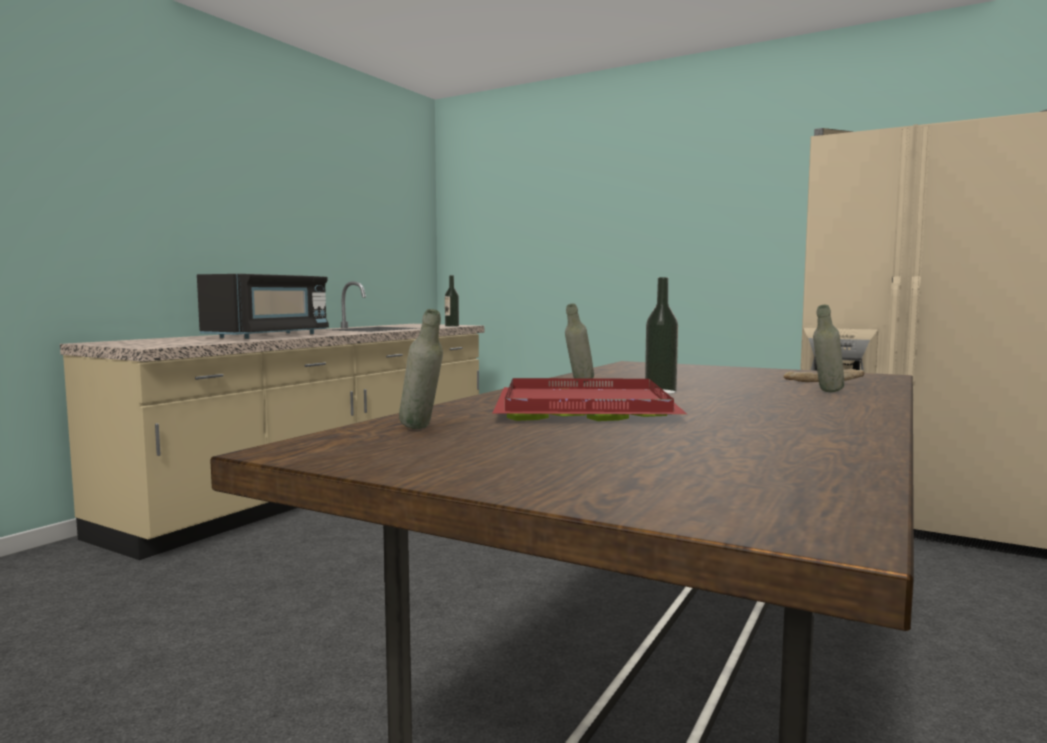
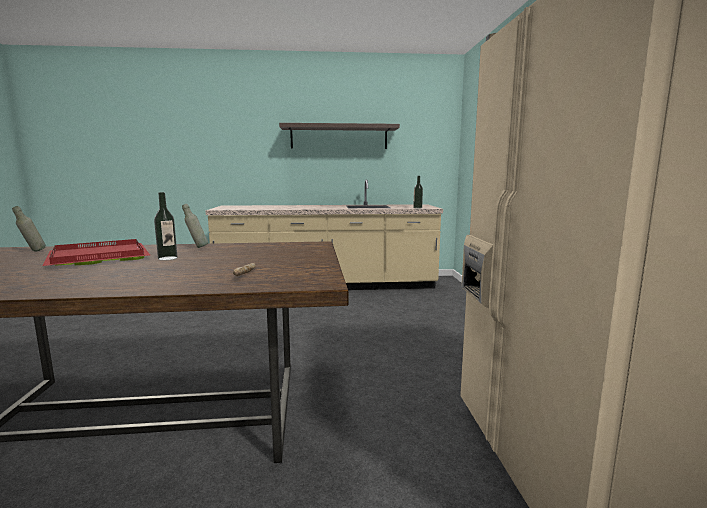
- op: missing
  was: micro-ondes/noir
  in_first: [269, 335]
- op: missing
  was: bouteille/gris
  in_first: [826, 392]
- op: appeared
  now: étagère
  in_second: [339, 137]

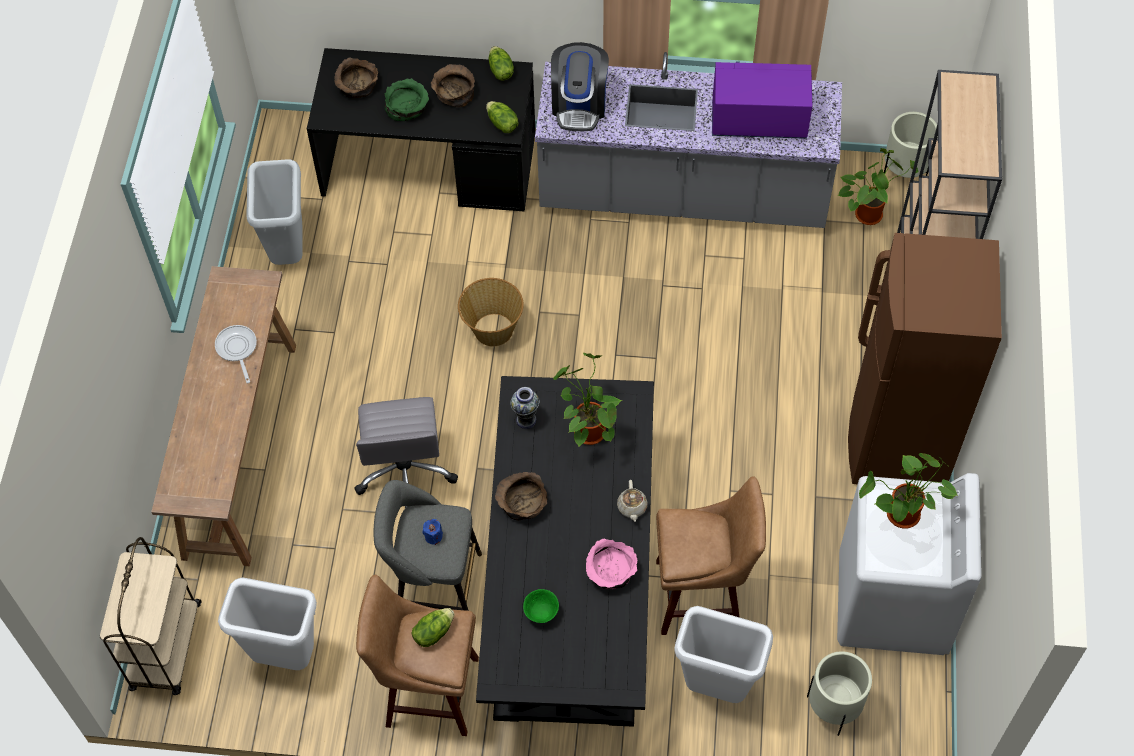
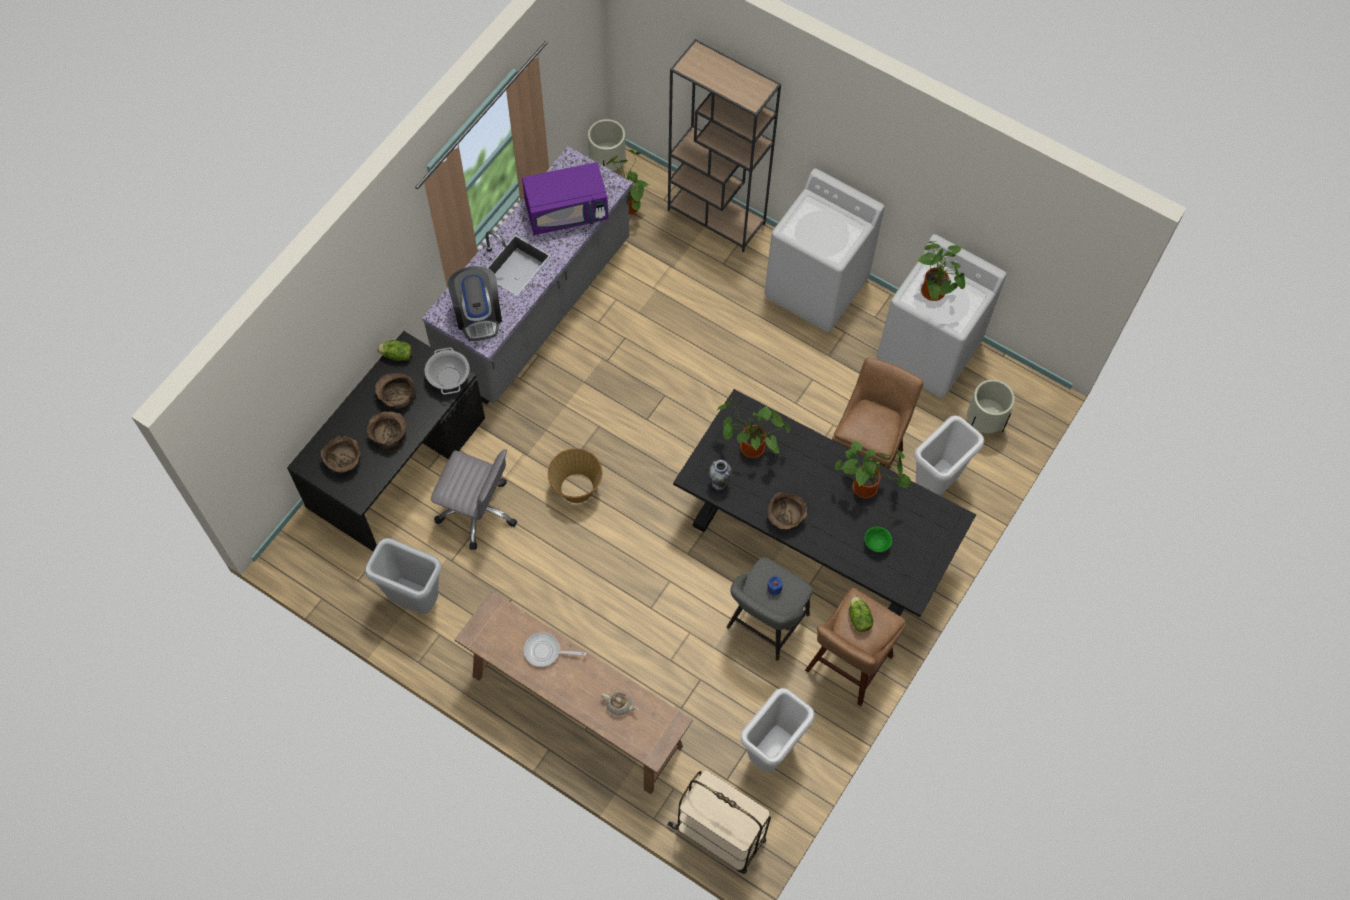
- op: spun
  was: machine à café
  in_first: [579, 105]
  in_second: [478, 315]
  clockwise: 45
- op: spun
  was: micro-ondes/violet
  in_first: [758, 119]
  in_second: [567, 212]
  clockwise: -135
- op: colour
  was: bol/vert
  now: bol/marron
  in_first: [407, 108]
  in_second: [389, 435]
- op: exchanged
  was: laitue
  now: marmite
  in_first: [502, 124]
  in_second: [449, 378]
- op: exchanged
  was: réfrigérateur/marron
  now: lave-linge/blanc
  in_first: [896, 445]
  in_second: [816, 288]
- op: relocated
  was: chaise de bureau/gris
  in_first: [406, 473]
  in_second: [477, 511]
- op: relocated
  was: théière/beige
  in_first: [632, 507]
  in_second: [619, 705]
- op: exchanged
  was: bol/rose
  now: plante en pot
  in_first: [611, 572]
  in_second: [868, 487]

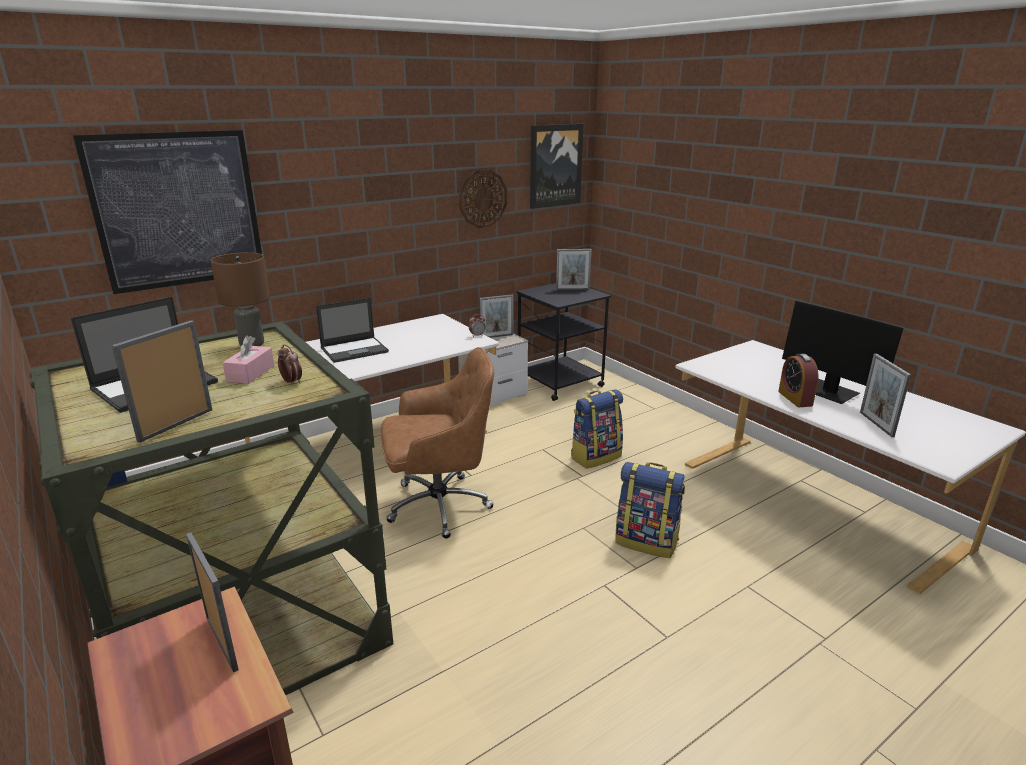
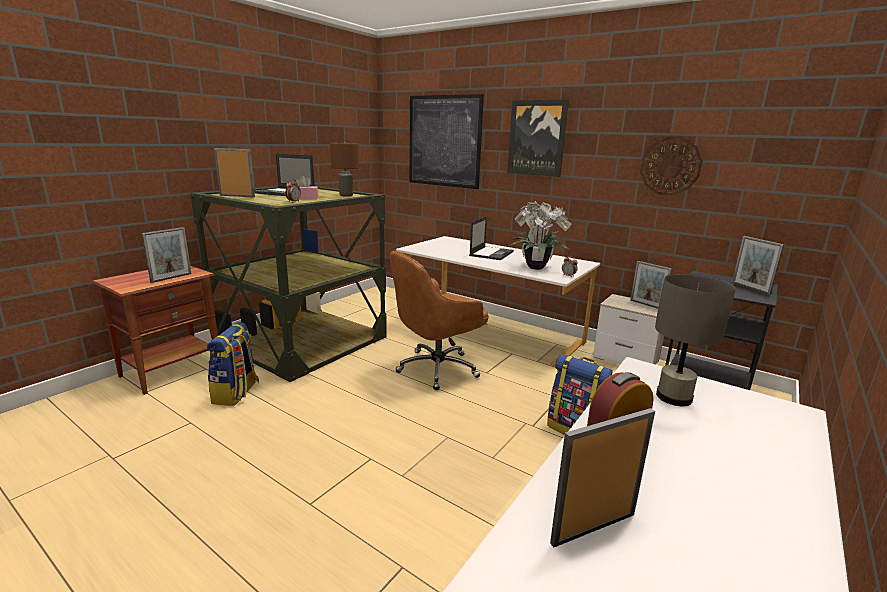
- op: relocated
  was: tableau
  in_first: [555, 165]
  in_second: [537, 138]
- op: spun
  was: ordinateur portable
  in_first: [355, 350]
  in_second: [491, 253]
  clockwise: -105
- op: missing
  was: écran d'ordinateur
  in_first: [829, 392]
- op: spun
  was: chaise de bureau/marron
  in_first: [439, 505]
  in_second: [437, 368]
  clockwise: 90
- op: relocated
  was: sac à dos
  in_first: [647, 541]
  in_second: [236, 393]
- op: appeared
  now: plante en pot
  in_second: [534, 267]
- op: appeared
  now: lampe de table/gris
  in_second: [673, 397]

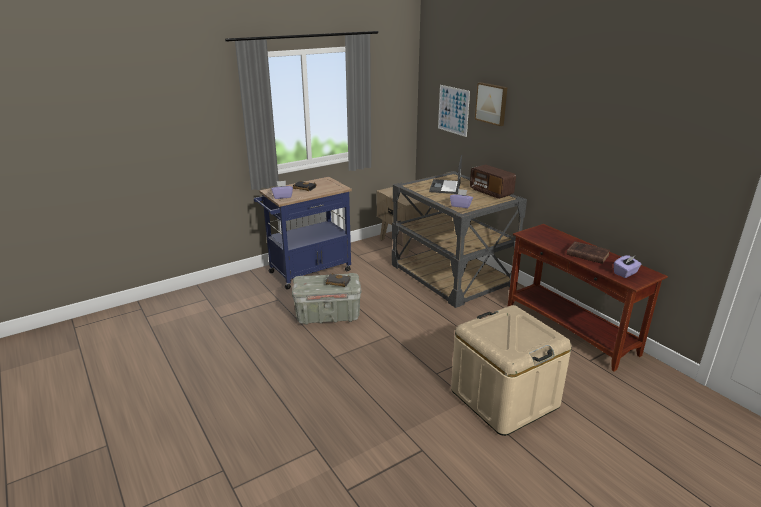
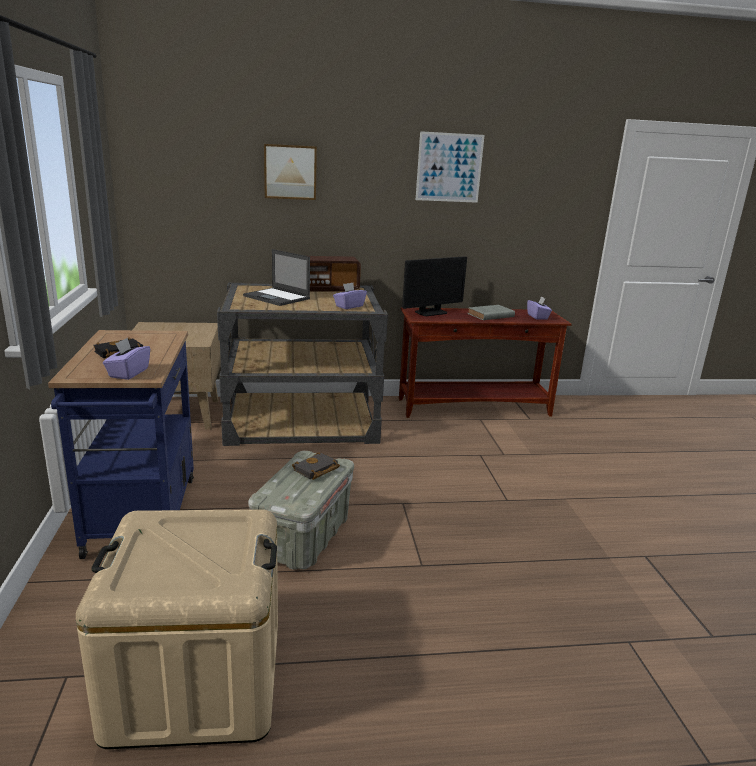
- op: relocated
  was: tableau
  in_first: [453, 110]
  in_second: [449, 167]
- op: colour
  was: livre/marron
  now: livre/gris
  in_first: [586, 254]
  in_second: [489, 315]
- op: relocated
  was: boîte de rangement/beige
  in_first: [504, 398]
  in_second: [196, 679]
- op: appeared
  now: écran d'ordinateur
  in_second: [431, 312]

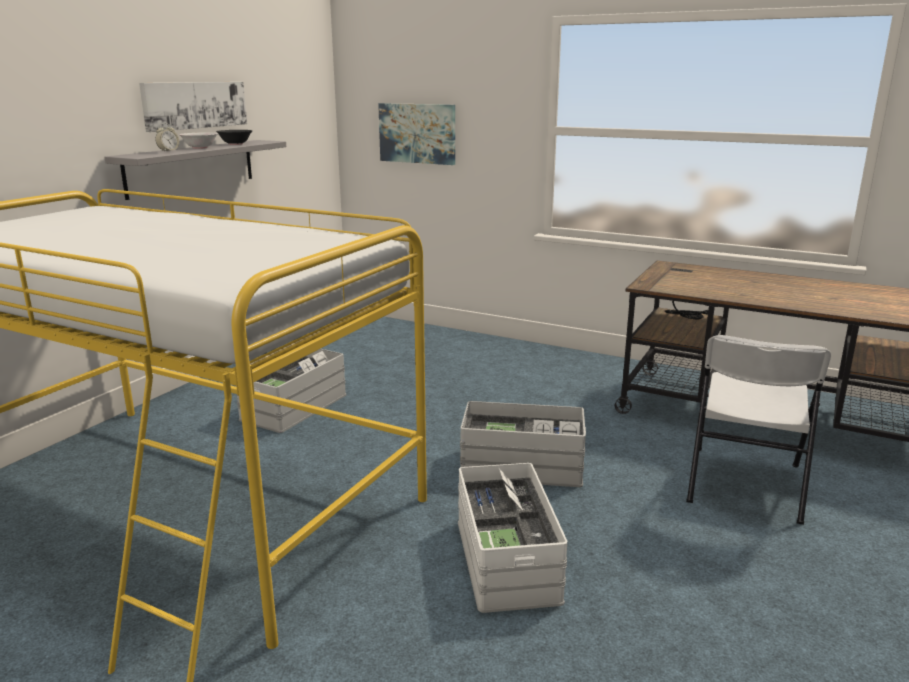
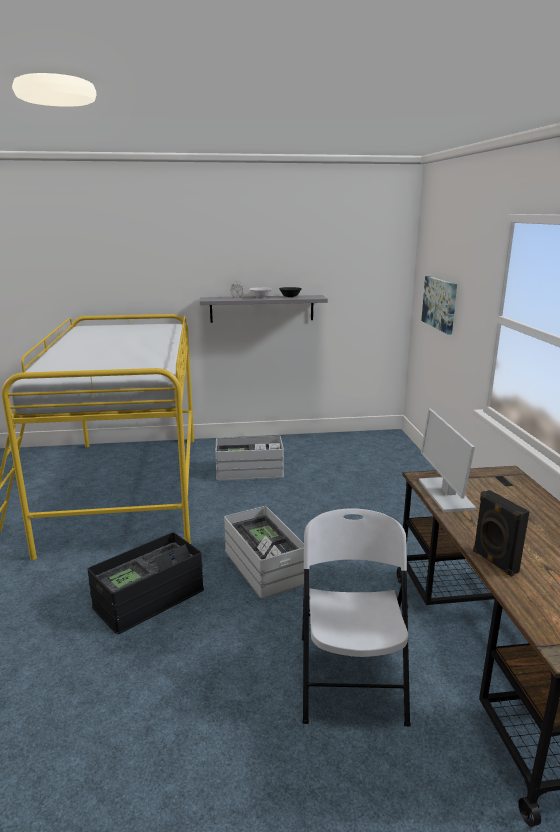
- op: missing
  was: tableau
  in_first: [195, 105]
- op: spun
  was: chaise/blanc
  in_first: [744, 483]
  in_second: [351, 678]
  clockwise: 105
- op: colour
  was: boîte de rangement/blanc
  now: boîte de rangement/noir
  in_first: [505, 559]
  in_second: [149, 597]
- op: appeared
  now: écran d'ordinateur
  in_second: [445, 494]
- op: appeared
  now: enceinte/noir
  in_second: [494, 562]

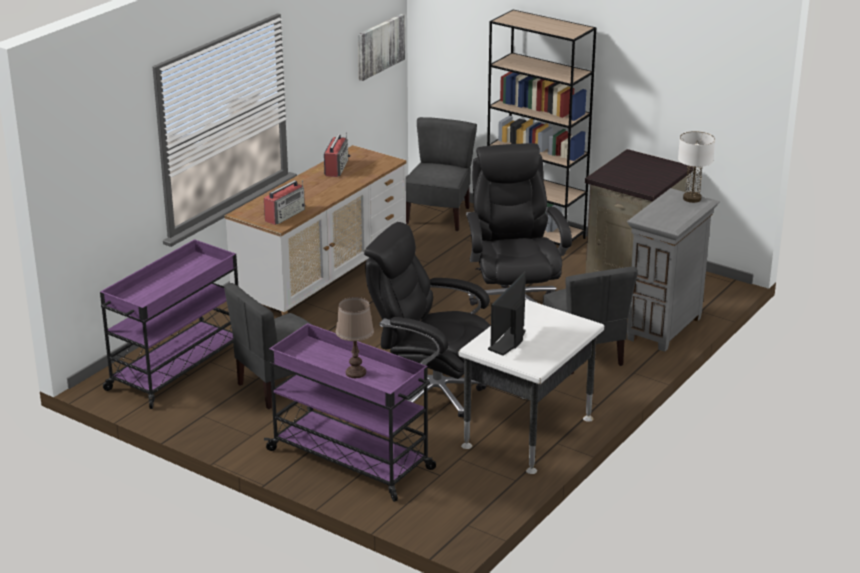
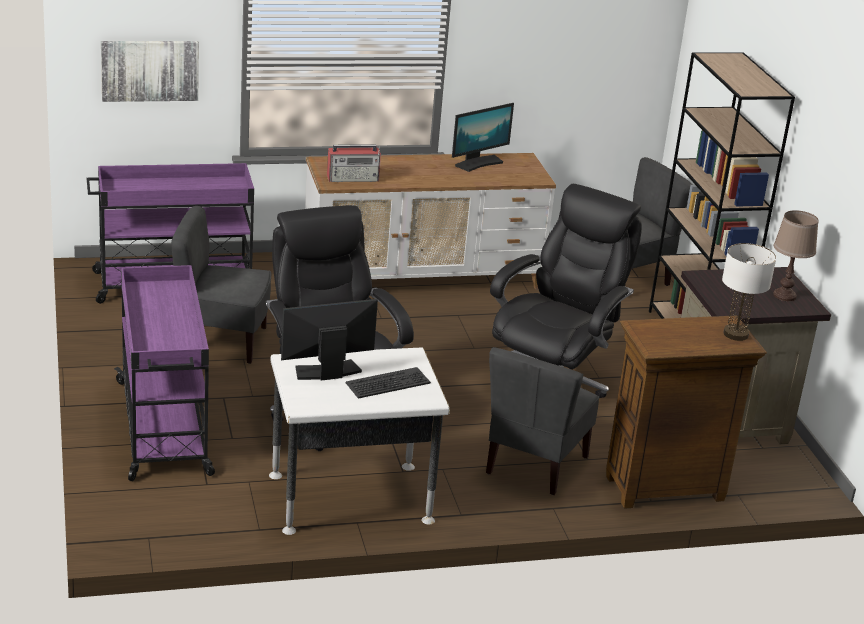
- op: relocated
  was: tableau
  in_first: [380, 46]
  in_second: [150, 70]
- op: exchanged
  was: radio
  now: écran d'ordinateur
  in_first: [336, 167]
  in_second: [478, 163]
- op: colour
  was: meuble de rangement/gris
  now: meuble de rangement/marron
  in_first: [664, 329]
  in_second: [663, 489]
- op: relocated
  was: lampe de table/marron
  in_first: [356, 372]
  in_second: [785, 296]
- op: appeared
  now: clavier
  in_second: [388, 384]

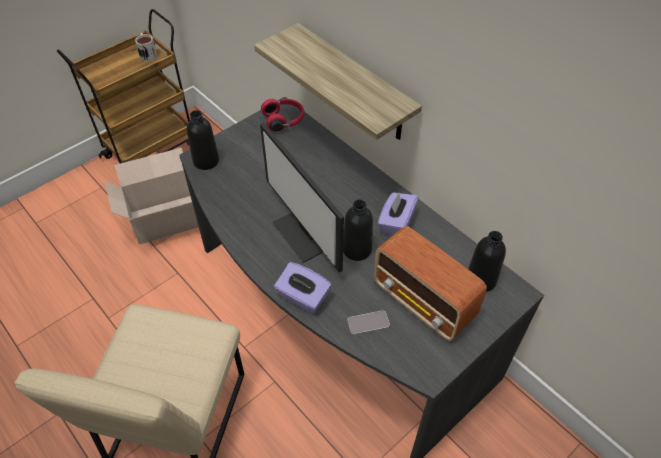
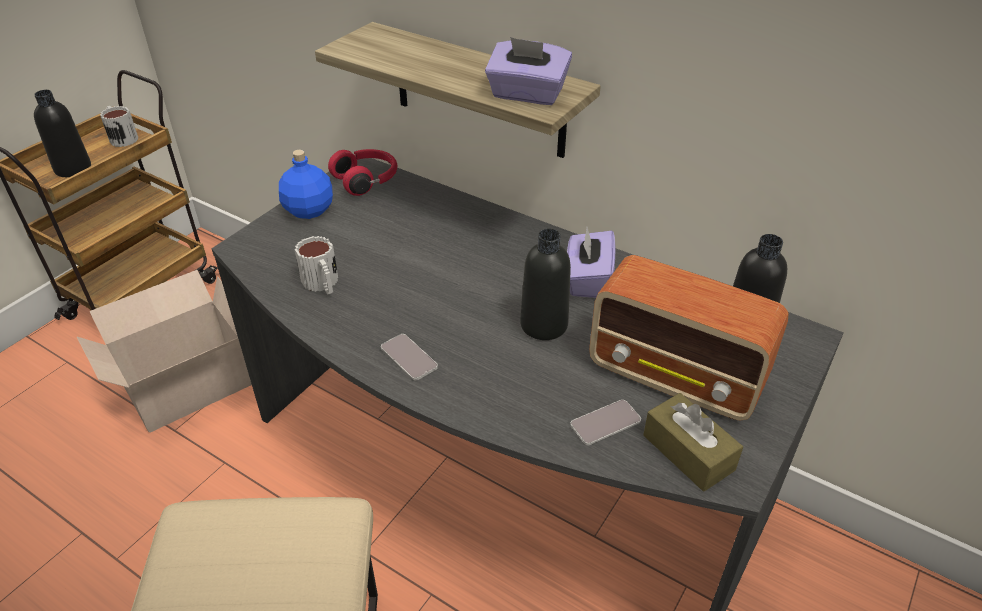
- op: relocated
  was: bouteille/noir
  in_first: [206, 161]
  in_second: [73, 168]
- op: missing
  was: écran d'ordinateur
  in_first: [304, 234]
- op: relocated
  was: boîte à mouchoirs/violet
  in_first: [303, 297]
  in_second: [527, 95]
- op: appeared
  now: bouteille/bleu
  in_second: [308, 210]
- op: appeared
  now: mug
  in_second: [322, 284]
- op: appeared
  now: téléphone
  in_second: [409, 358]
- op: appeared
  now: boîte à mouchoirs/marron
  in_second: [688, 452]

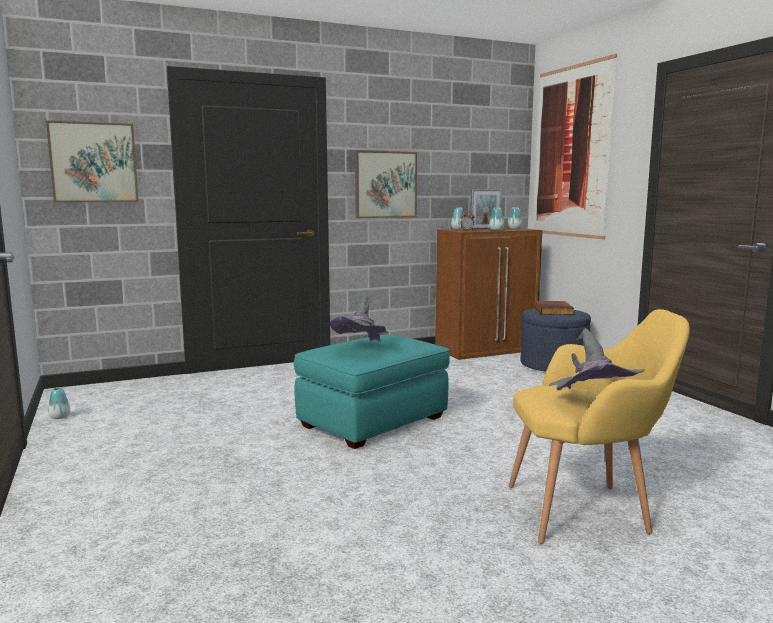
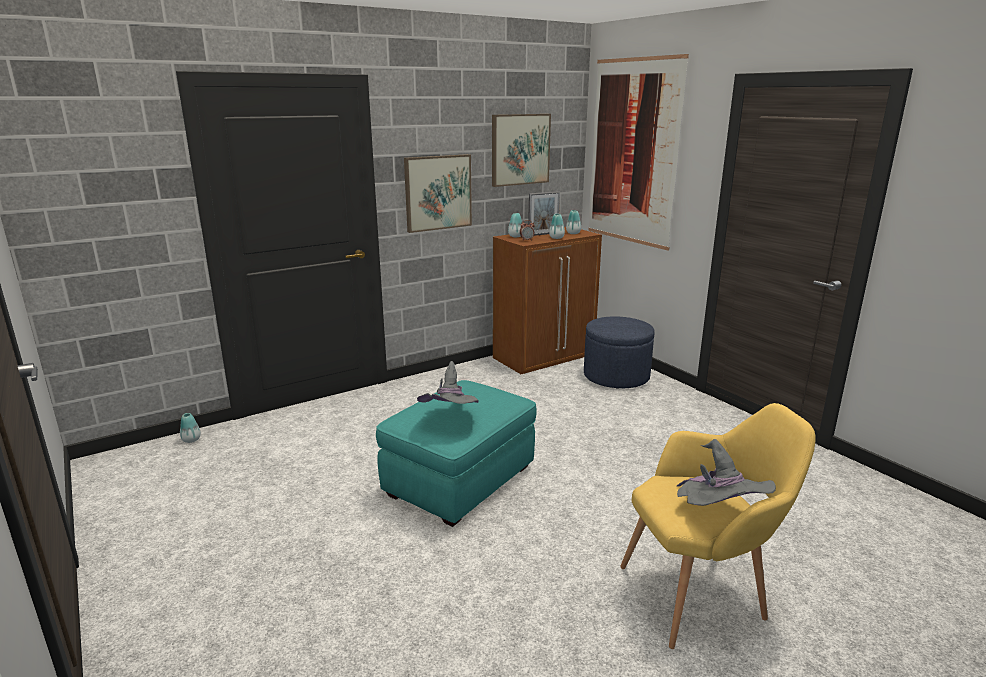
- op: relocated
  was: tableau
  in_first: [94, 162]
  in_second: [520, 149]
- op: missing
  was: livre
  in_first: [554, 310]
- op: relocated
  was: vase
  in_first: [60, 417]
  in_second: [191, 440]

